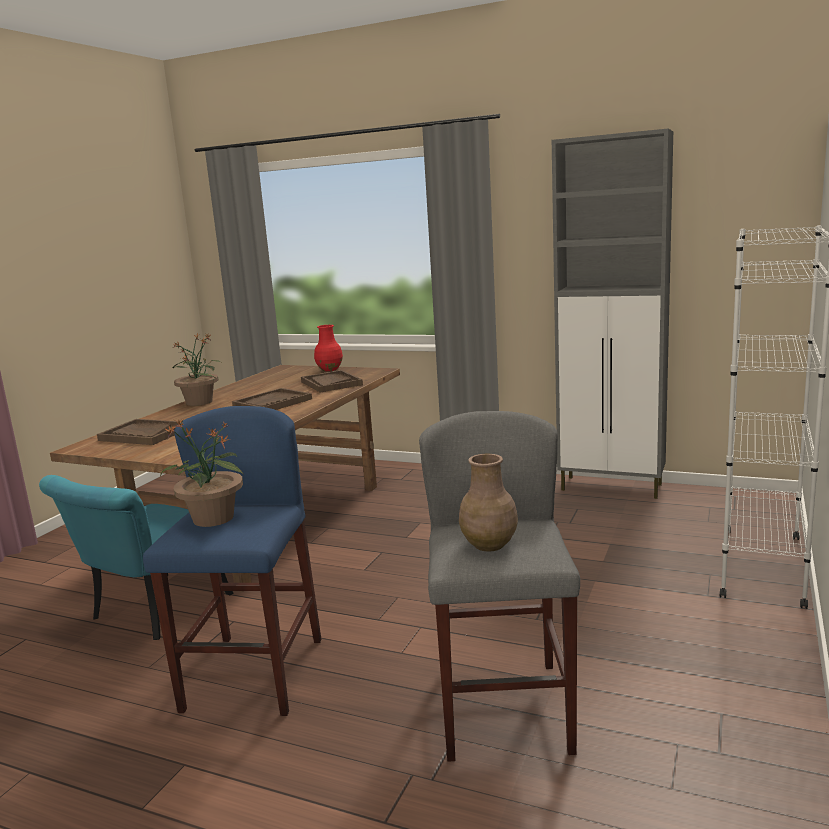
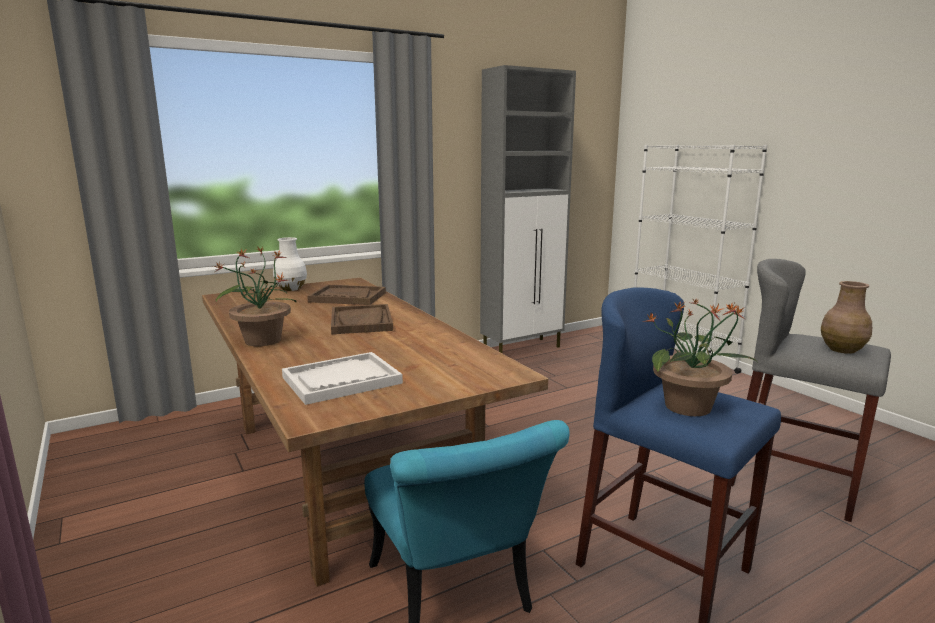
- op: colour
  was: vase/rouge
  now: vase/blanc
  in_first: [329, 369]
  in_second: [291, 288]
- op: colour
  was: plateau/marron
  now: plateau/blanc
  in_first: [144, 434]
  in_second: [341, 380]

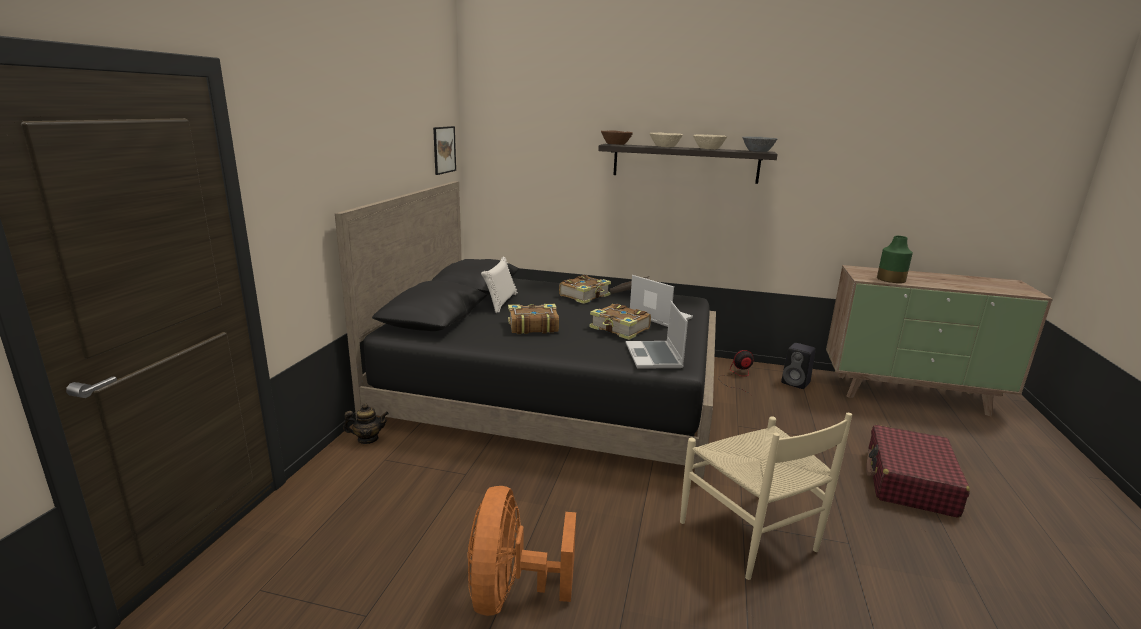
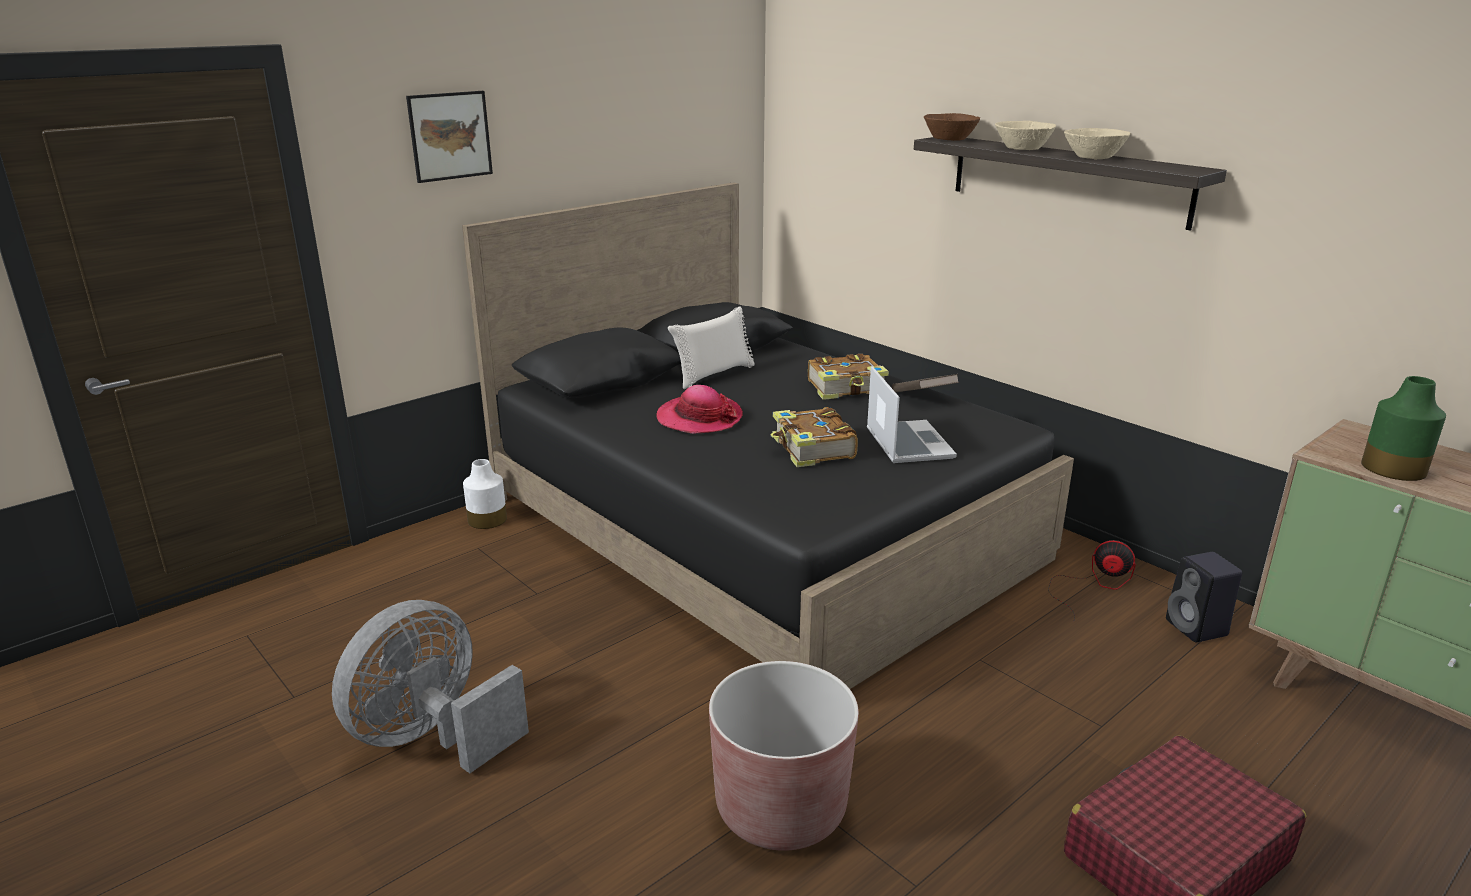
- op: relocated
  was: tableau
  in_first: [444, 150]
  in_second: [450, 136]
- op: missing
  was: bol/gris
  in_first: [757, 151]
- op: missing
  was: ordinateur portable
  in_first: [654, 356]
- op: exchanged
  was: livre
  now: chapeau
  in_first: [532, 326]
  in_second: [699, 418]
- op: exchanged
  was: théière
  now: vase/blanc
  in_first: [368, 439]
  in_second: [487, 519]
- op: exchanged
  was: chaise/beige
  now: cache-pot/marron
  in_first: [751, 536]
  in_second: [781, 808]
- op: colour
  was: ventilateur/orange
  now: ventilateur/gris
  in_first: [511, 592]
  in_second: [432, 737]

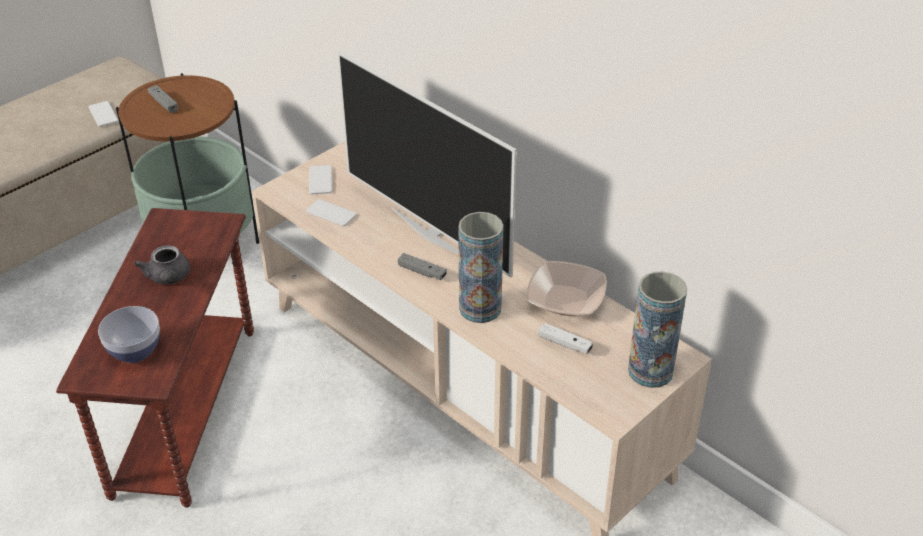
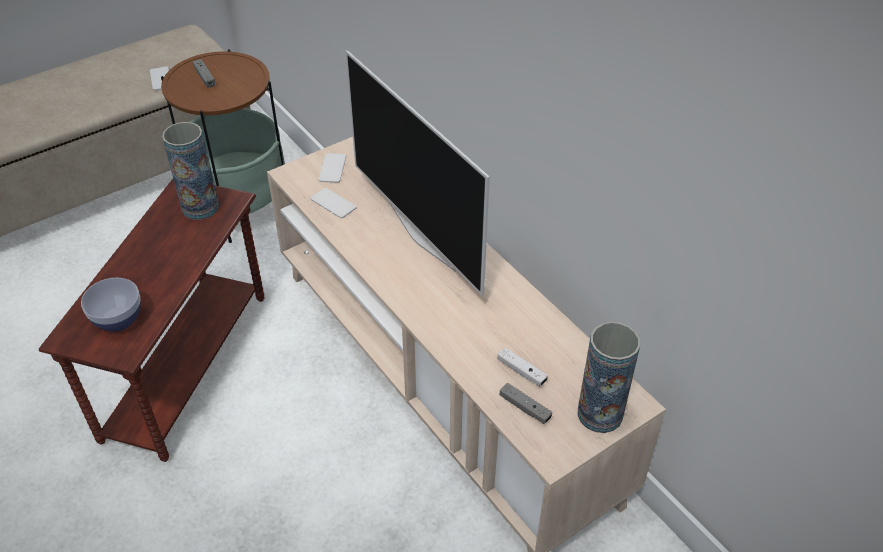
- op: relocated
  was: vase
  in_first: [480, 308]
  in_second: [200, 207]
- op: missing
  was: théière/gris
  in_first: [168, 278]
- op: relocated
  was: manette/gris
  in_first: [422, 272]
  in_second: [525, 408]
- op: missing
  was: bol
  in_first: [566, 300]

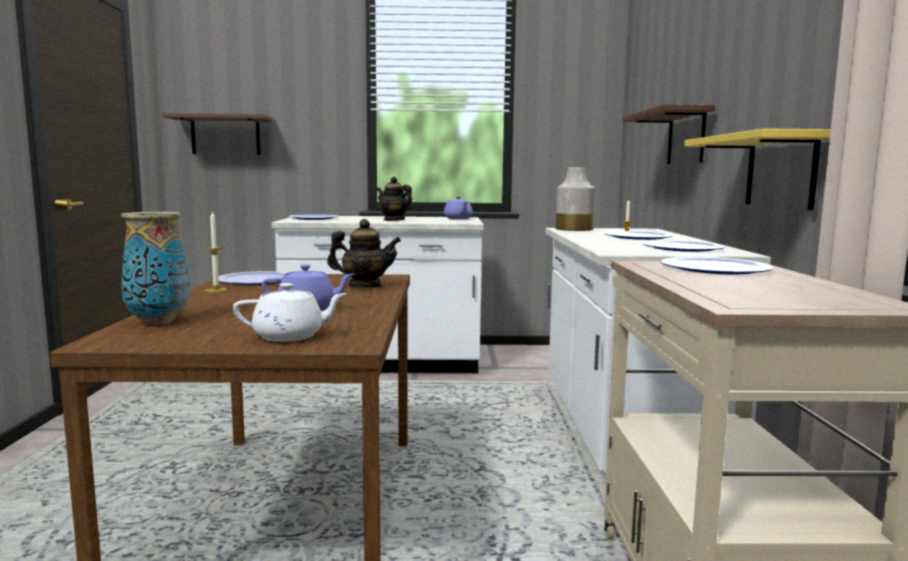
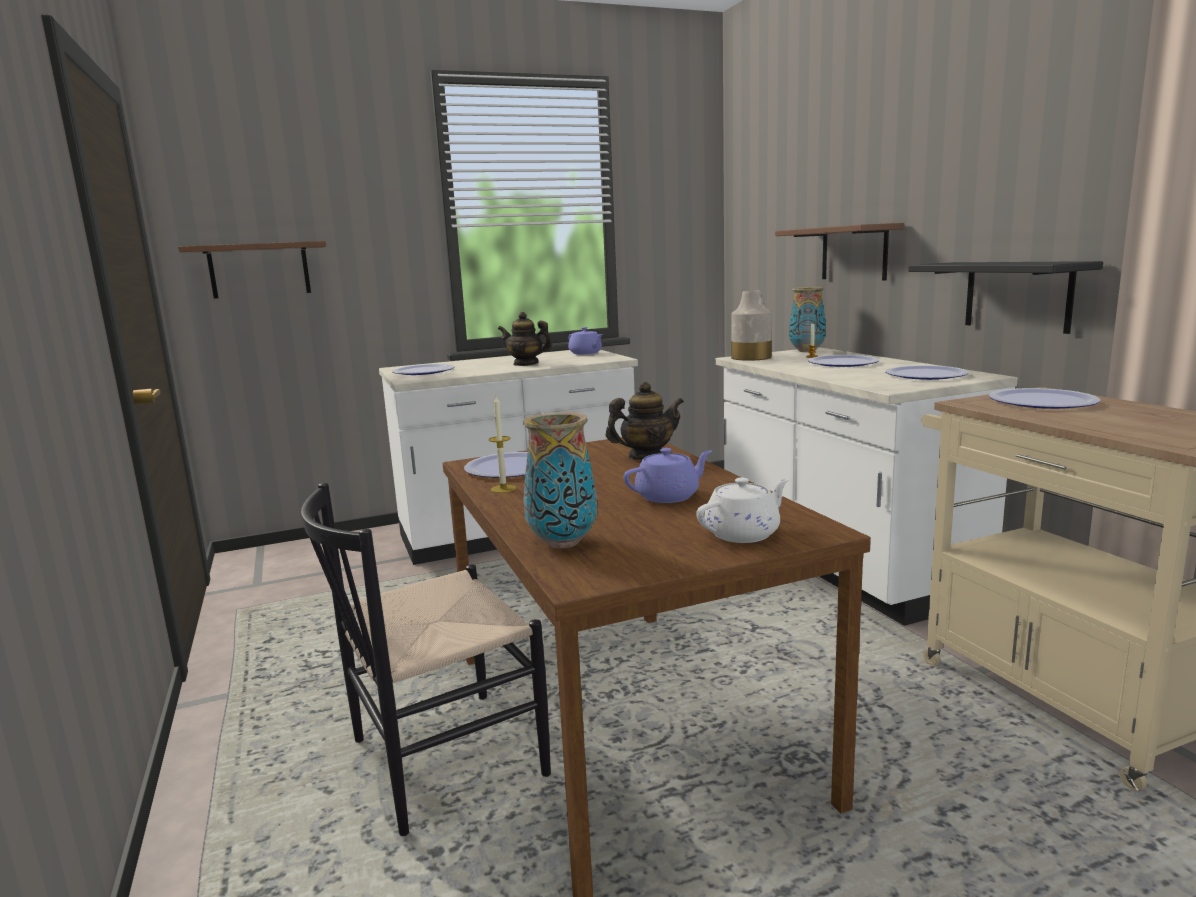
- op: colour
  was: étagère/jaune
  now: étagère/noir
  in_first: [780, 171]
  in_second: [1017, 295]
- op: appeared
  now: vase
  in_second: [807, 351]
- op: appeared
  now: chaise/noir
  in_second: [439, 760]

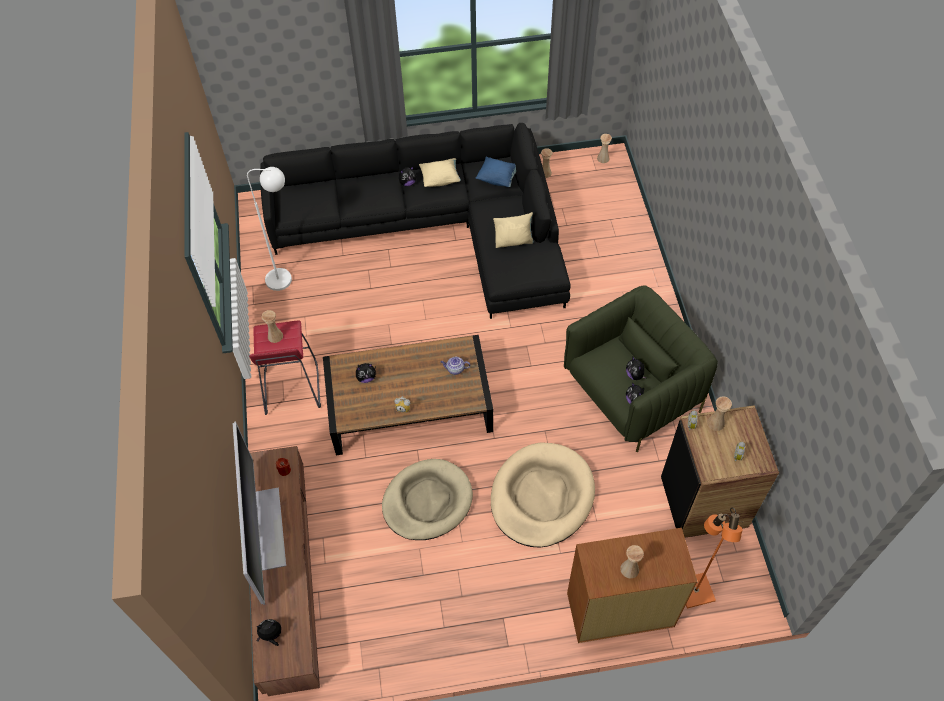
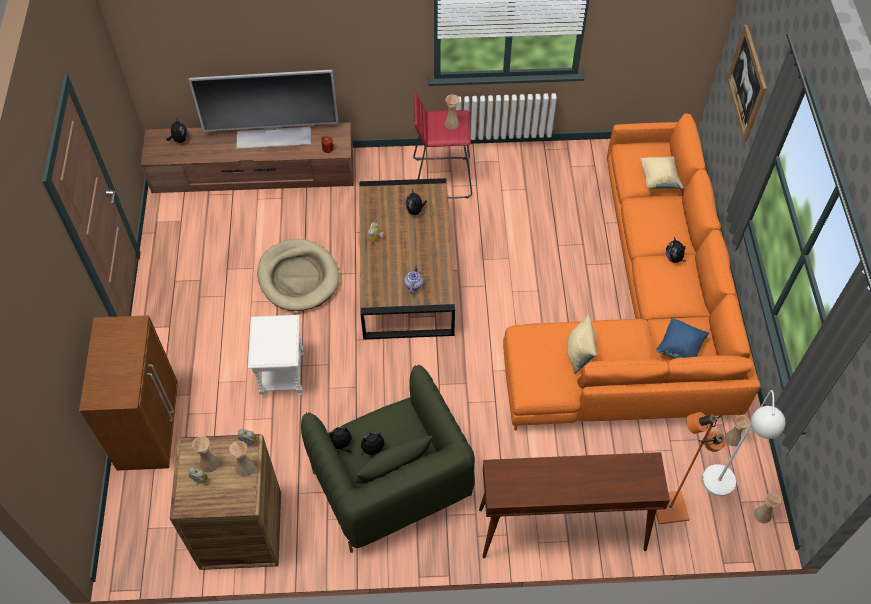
- op: colour
  was: canapé/noir
  now: canapé/orange
  in_first: [437, 228]
  in_second: [640, 312]
- op: relocated
  was: coussin/beige
  in_first: [440, 179]
  in_second: [659, 180]
- op: relocated
  was: lampadaire/blanc
  in_first: [287, 280]
  in_second: [718, 491]
- op: exchanged
  was: panier pour chien/beige
  now: table d'appoint/blanc
  in_first: [542, 497]
  in_second: [281, 374]
- op: relocated
  was: lampadaire/orange
  in_first: [695, 590]
  in_second: [670, 508]
- op: relocated
  was: vase/beige
  in_first: [629, 569]
  in_second: [209, 463]
- op: appeared
  now: tableau
  in_second: [747, 83]
- op: appeared
  now: table console/marron
  in_second: [560, 529]

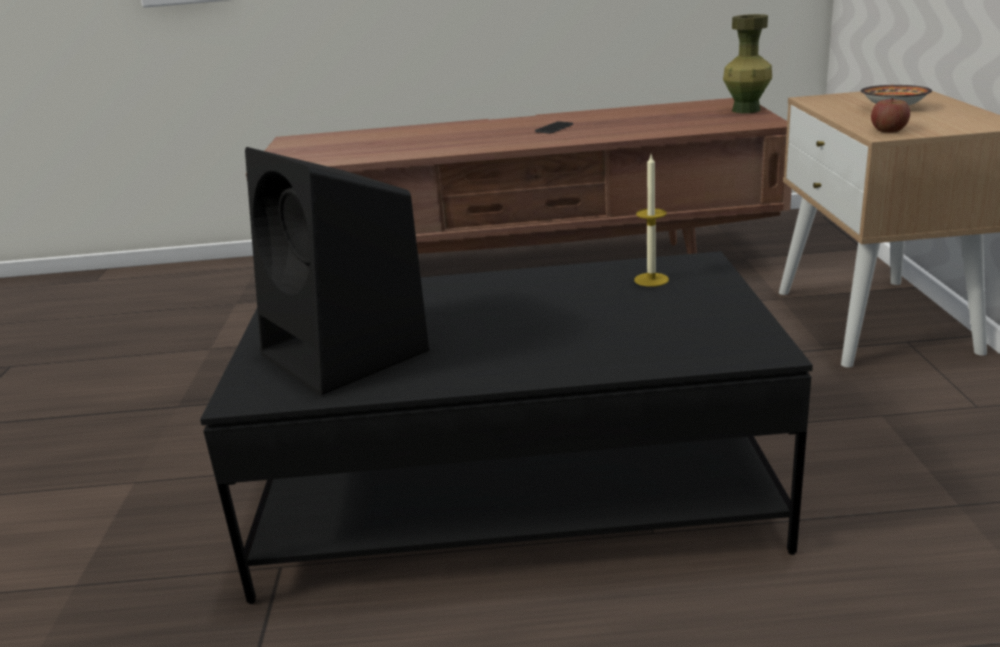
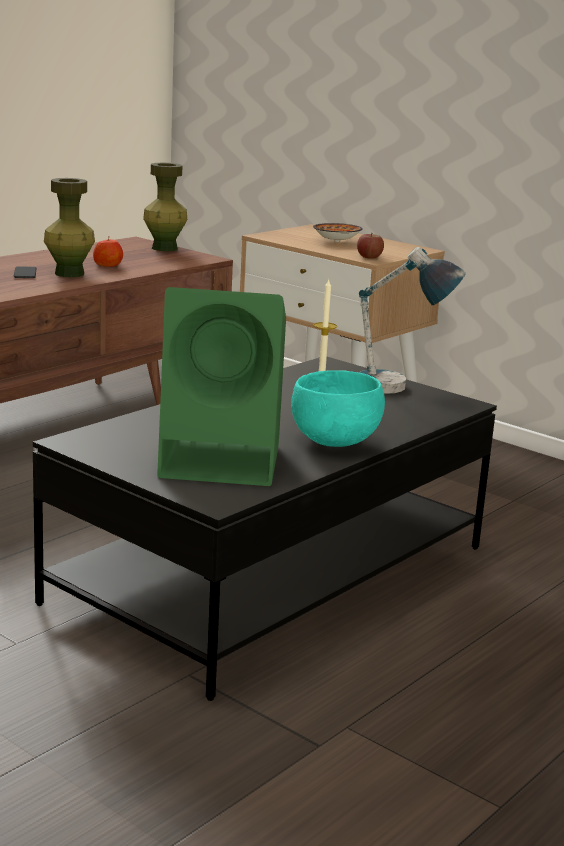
- op: colour
  was: enceinte/noir
  now: enceinte/vert
  in_first: [348, 353]
  in_second: [224, 461]
- op: appeared
  now: vase/vert
  in_second: [69, 274]
- op: appeared
  now: pomme
  in_second: [108, 265]
- op: appeared
  now: lampe de table
  in_second: [398, 391]
- op: appeared
  now: bol/turquoise
  in_second: [334, 441]

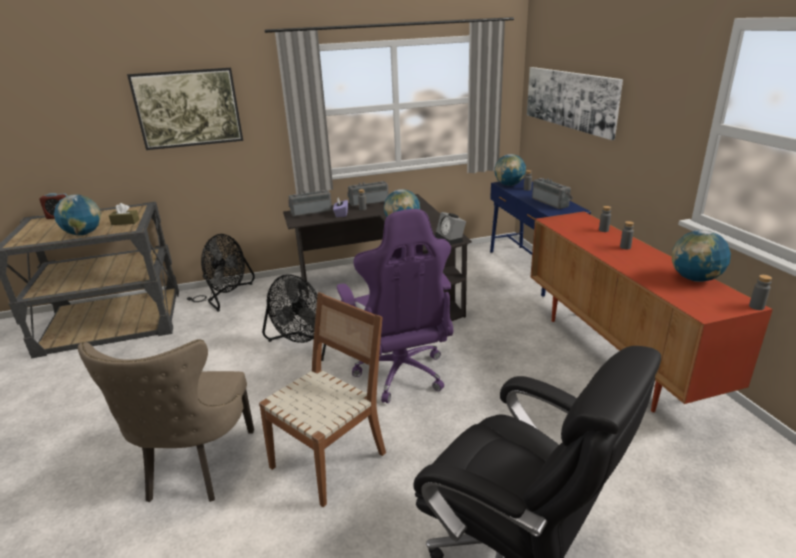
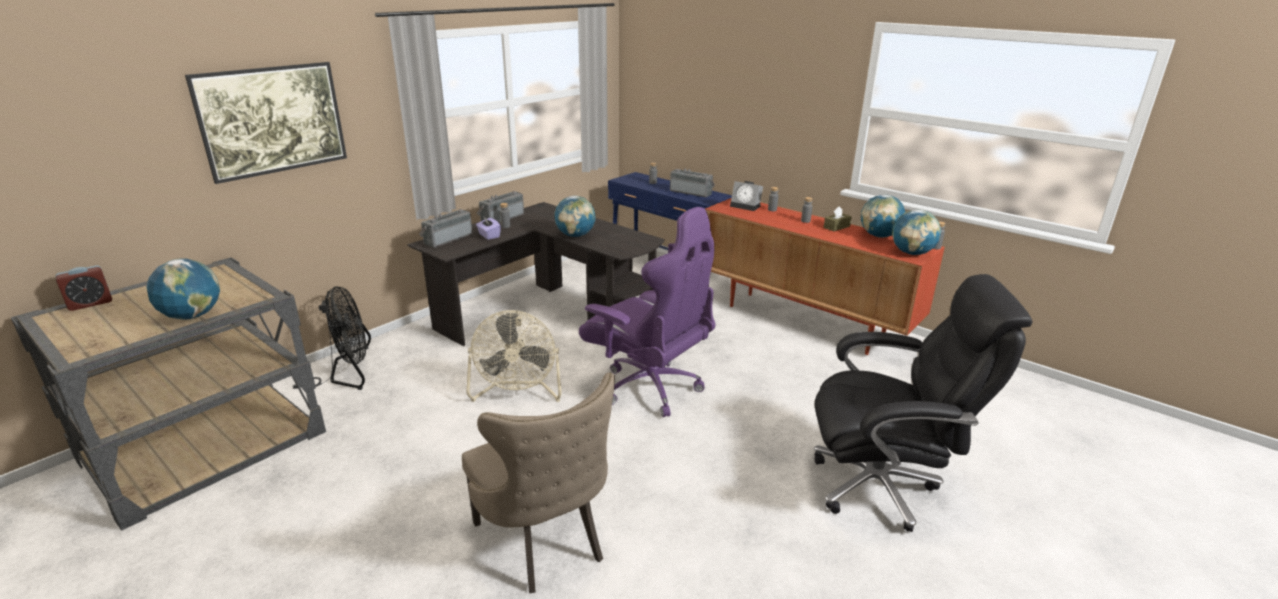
- op: missing
  was: tableau
  in_first: [569, 99]
- op: relocated
  was: globe
  in_first: [509, 185]
  in_second: [912, 253]
- op: relocated
  was: boîte à mouchoirs/marron
  in_first: [125, 222]
  in_second: [836, 227]
- op: relocated
  was: réveil
  in_first: [450, 239]
  in_second: [746, 206]
- op: colour
  was: ventilateur/noir
  now: ventilateur/beige
  in_first: [302, 342]
  in_second: [515, 391]
- op: missing
  was: chaise
  in_first: [332, 457]

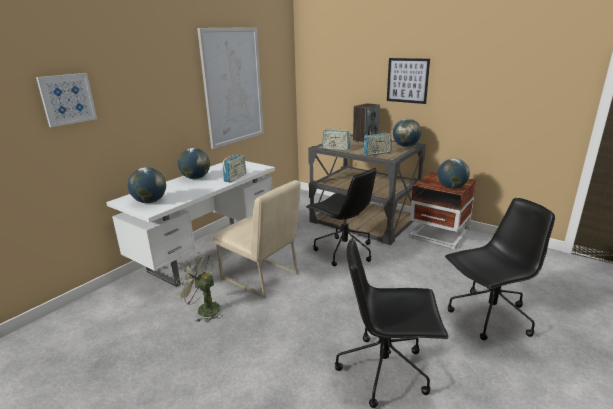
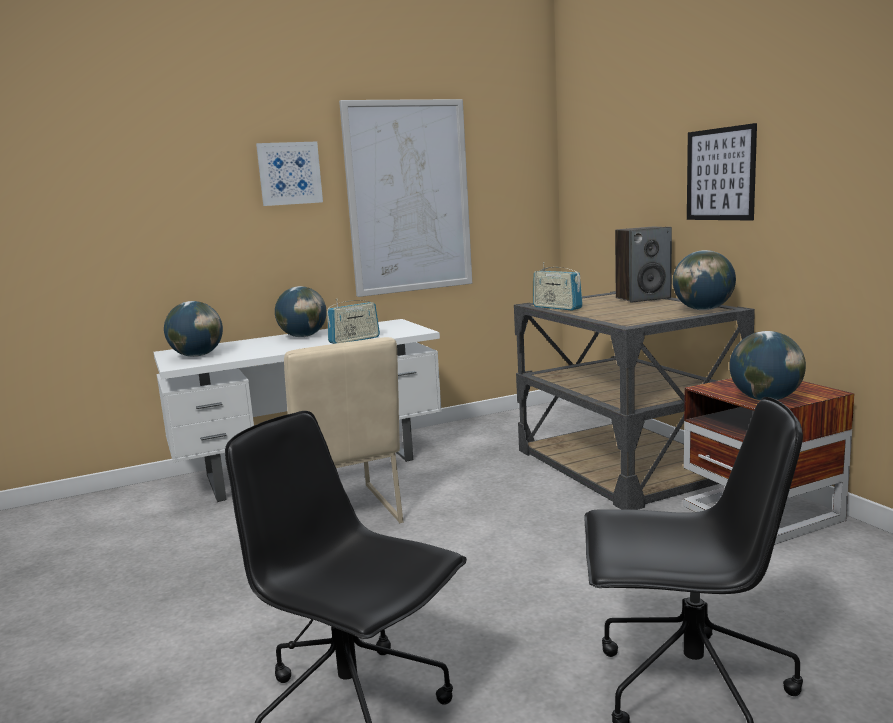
- op: relocated
  was: tableau
  in_first: [67, 99]
  in_second: [289, 173]
- op: missing
  was: radio
  in_first: [377, 153]
- op: missing
  was: chaise de bureau/noir
  in_first: [342, 251]
- op: missing
  was: ventilateur/vert
  in_first: [203, 309]

